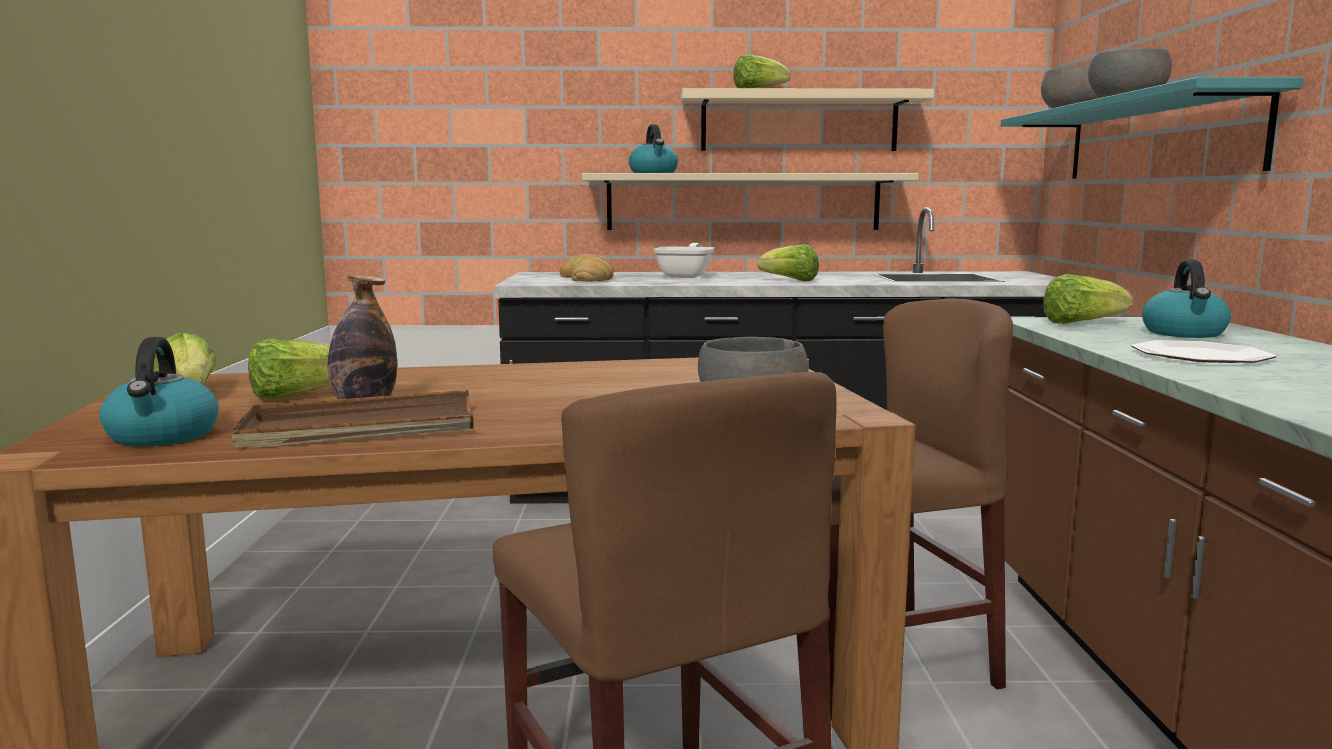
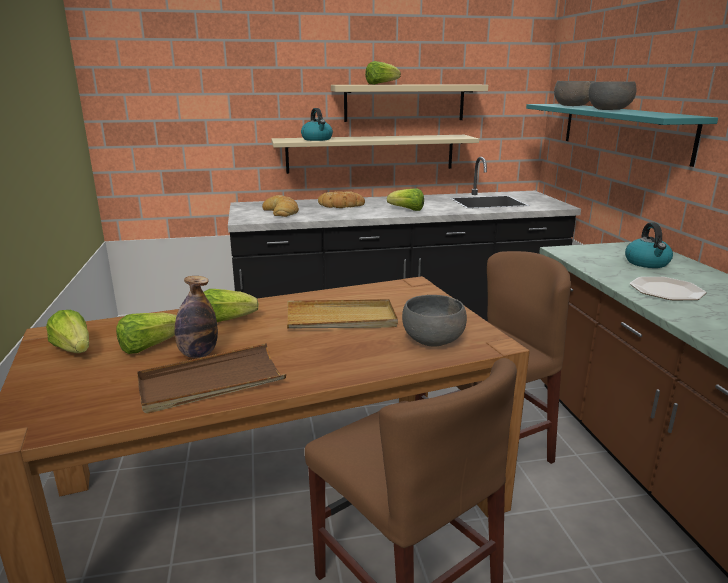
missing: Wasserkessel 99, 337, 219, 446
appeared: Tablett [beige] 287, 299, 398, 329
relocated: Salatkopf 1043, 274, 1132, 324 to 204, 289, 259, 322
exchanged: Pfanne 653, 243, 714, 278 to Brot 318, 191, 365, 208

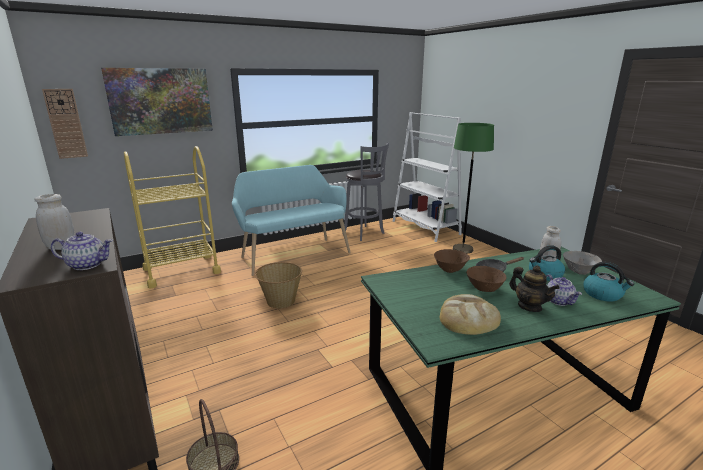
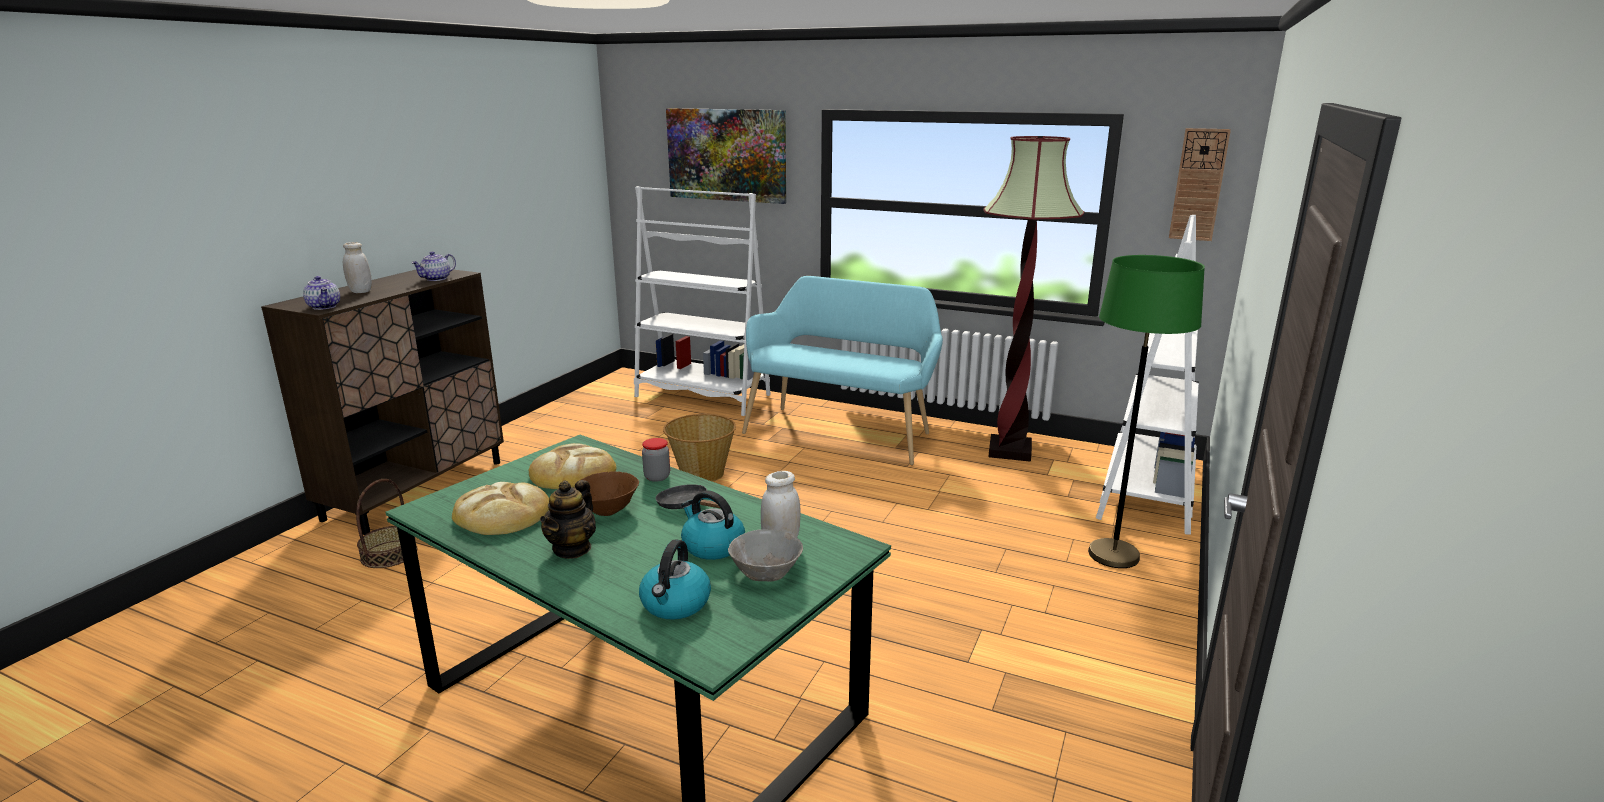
appeared: Brot 528, 443, 617, 489
relocated: Wanduhr 42, 89, 88, 159 to 1169, 128, 1231, 241; Teekanne 546, 274, 582, 306 to 412, 251, 456, 281
exchanged: Rollwagen [gelb] 124, 146, 221, 289 to Bücherregal [weiß] 634, 186, 771, 416; Hocker [grau] 342, 142, 389, 241 to Stehlampe 983, 136, 1084, 462; Schüssel [braun] 434, 249, 470, 273 to Vorratsglas 642, 438, 670, 482

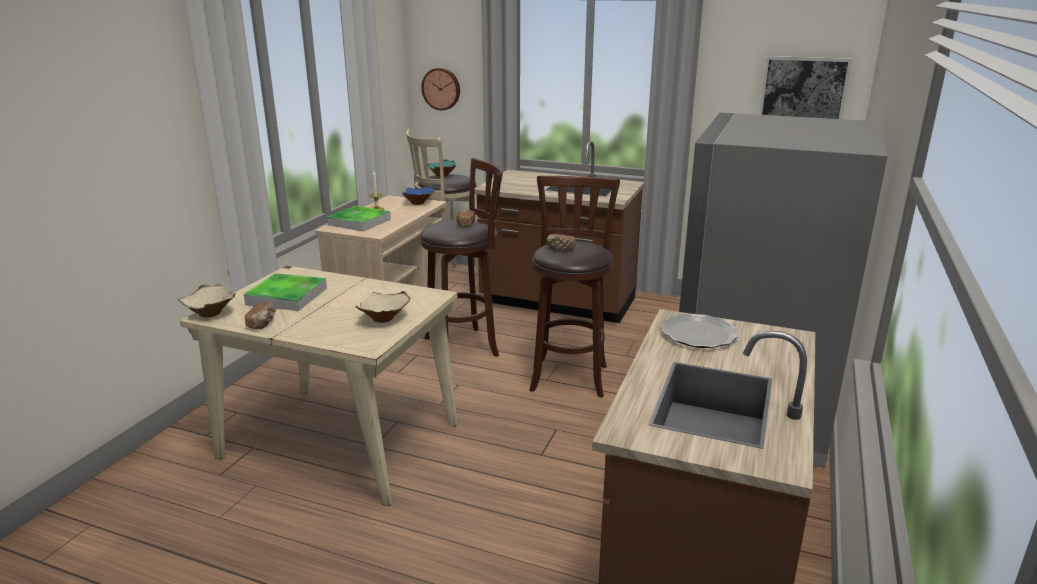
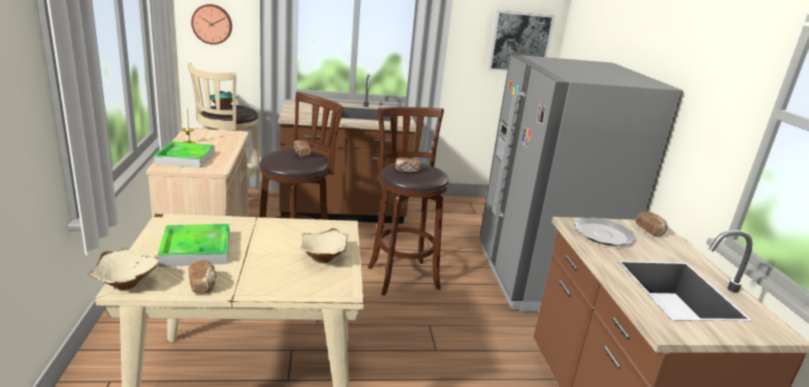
missing: Schüssel [blau] 402, 185, 435, 205
appeared: Brot 636, 211, 668, 236

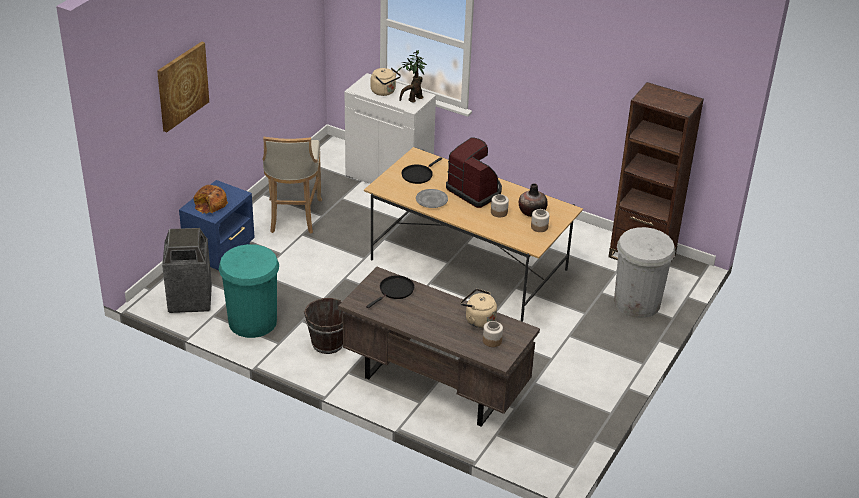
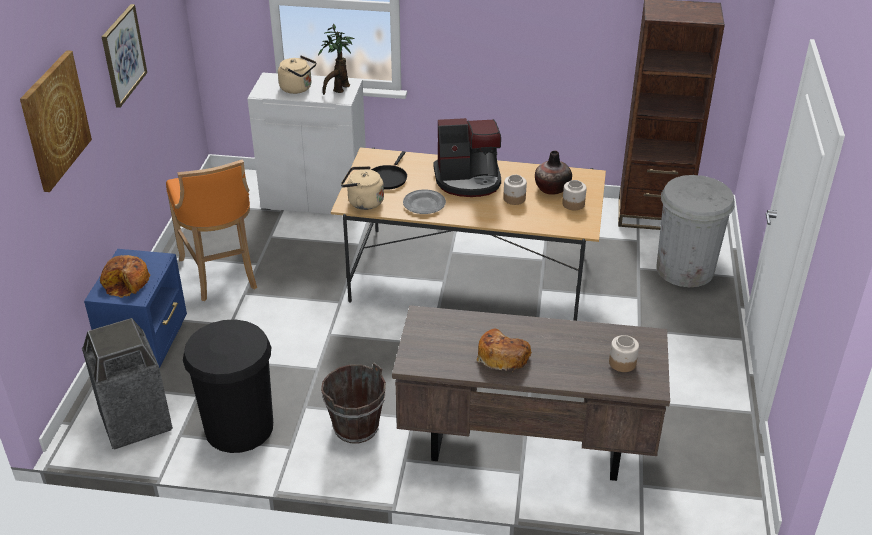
missing: Pfanne [schwarz] 366, 275, 415, 308
appeared: Bild 102, 4, 147, 108; Brot 476, 328, 532, 371
relocated: Wasserkessel [beige] 461, 289, 497, 328 to 341, 166, 384, 210
colour: Mülleimer [türkis] 219, 244, 279, 338 to Mülleimer [schwarz] 183, 320, 273, 453; Hocker [beige] 262, 137, 322, 234 to Hocker [orange] 166, 159, 257, 301
spun: Kaffeemaschine 446, 138, 502, 208 = 433, 118, 501, 197 150 degrees clockwise

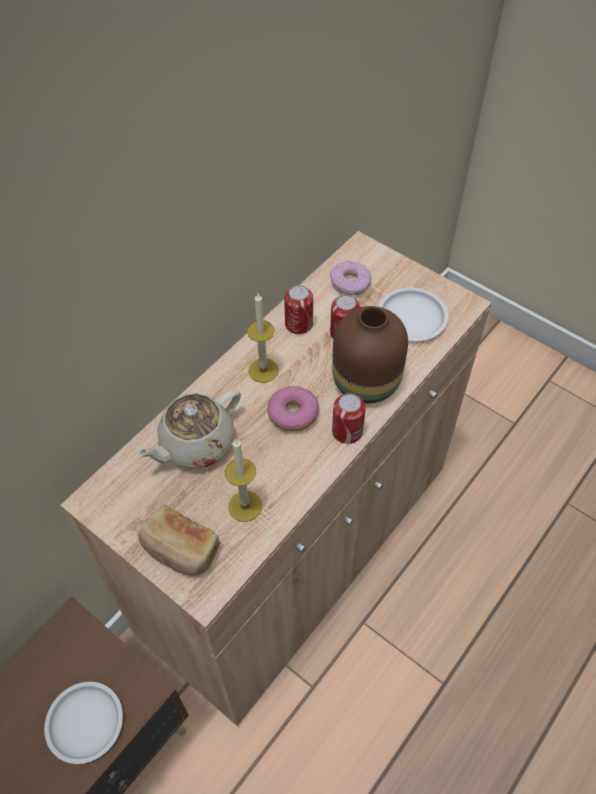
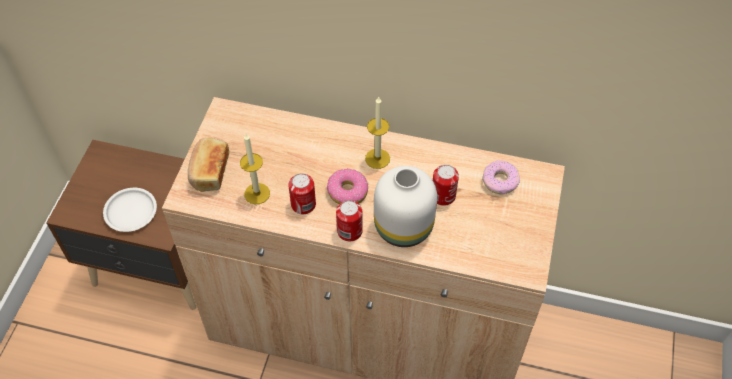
missing: Teekanne [beige] 136, 389, 241, 469; Teller [weiß] 378, 288, 448, 341
relocated: Dose 284, 285, 313, 334 to 288, 173, 316, 214
colour: Vase [braun] 332, 306, 408, 403 to Vase [weiß] 374, 166, 437, 247

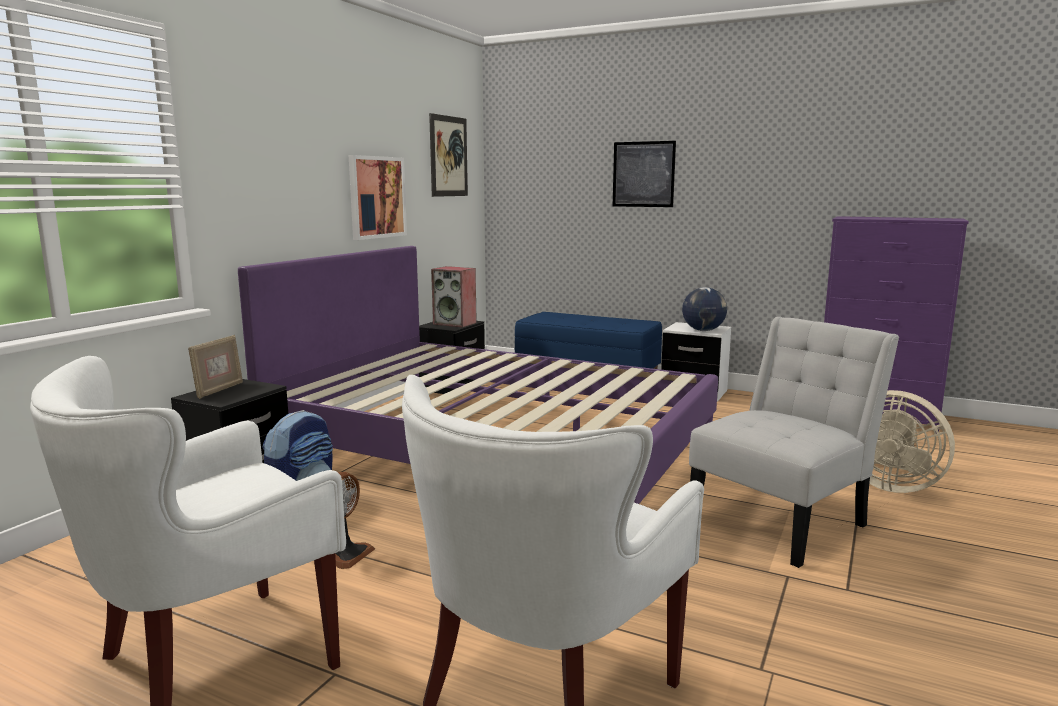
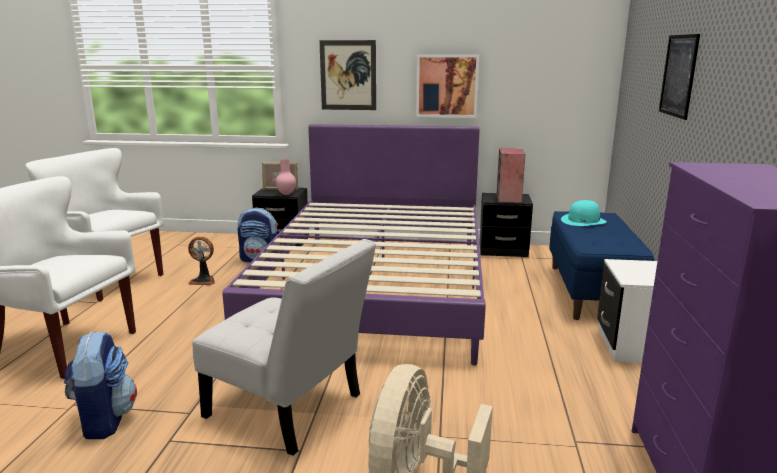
missing: Globus 682, 287, 727, 331
appeared: Rucksack 64, 332, 137, 439; Vase [rosa] 276, 159, 296, 195; Hut [türkis] 561, 200, 607, 226
relocated: Bild 429, 113, 468, 197 to 319, 40, 376, 110

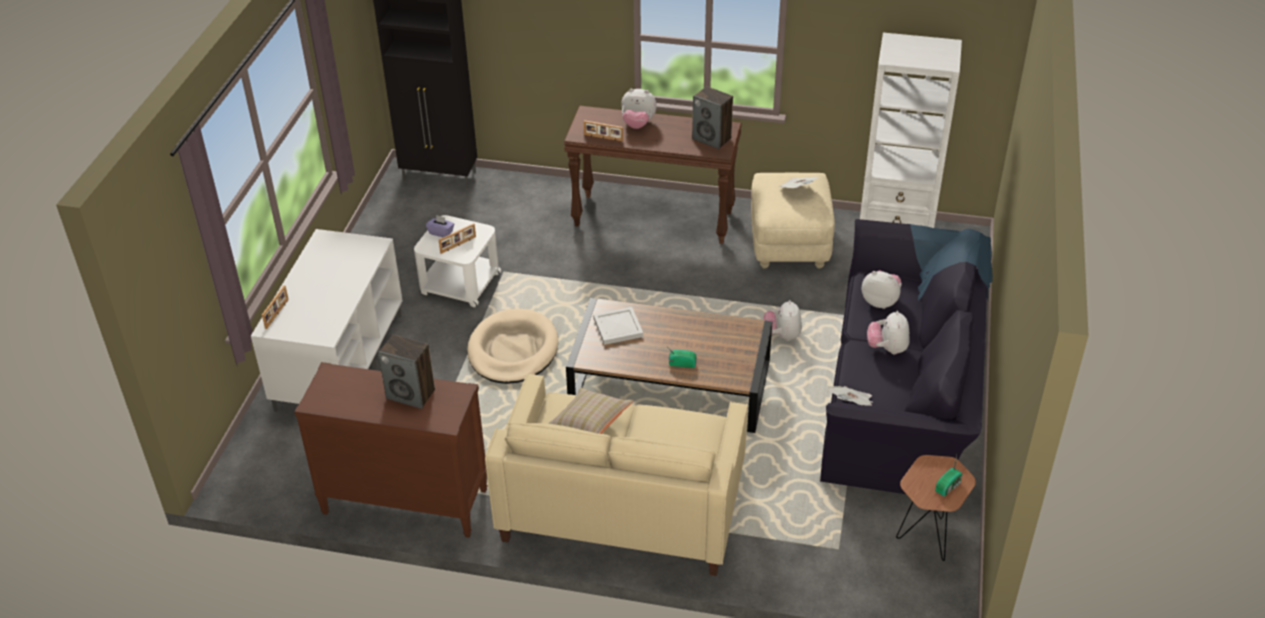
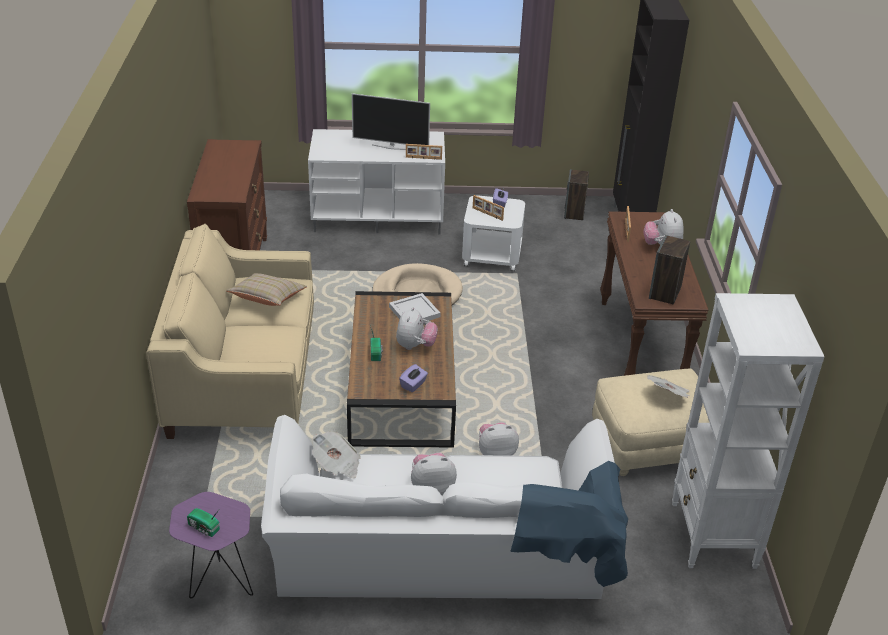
appeared: Fernseher 352, 93, 430, 150; Taschentuchbox [lila] 399, 364, 428, 392
relocated: Bilderrahmen 262, 285, 289, 329 to 406, 144, 442, 160; Lautsprecher 378, 334, 435, 409 to 564, 169, 589, 220; Plüschtier 862, 270, 902, 309 to 396, 307, 438, 350
colour: Sofa [schwarz] 820, 219, 993, 494 to Sofa [weiß] 261, 415, 628, 599; Beistelltisch [braun] 896, 455, 976, 561 to Beistelltisch [lila] 169, 492, 253, 599

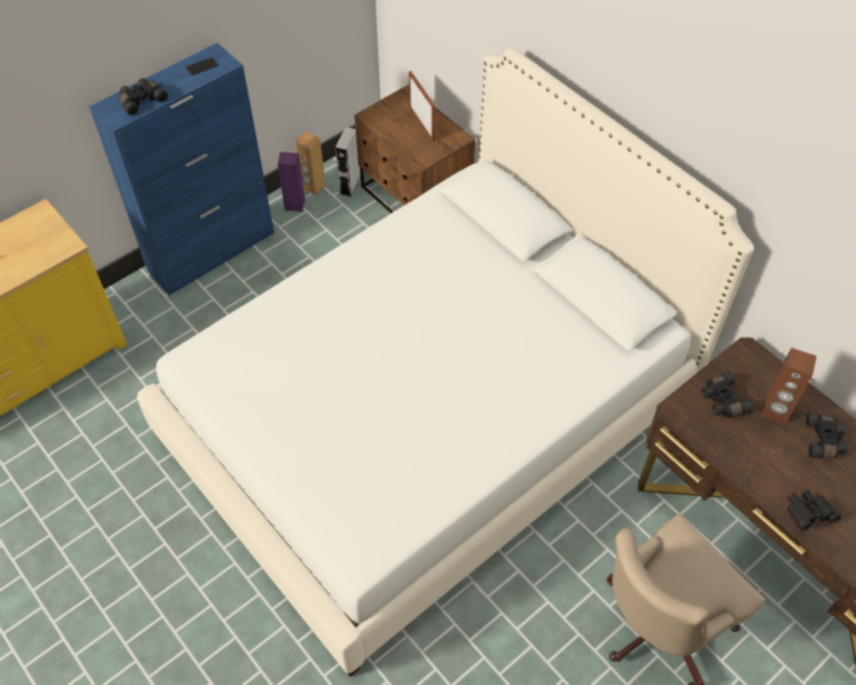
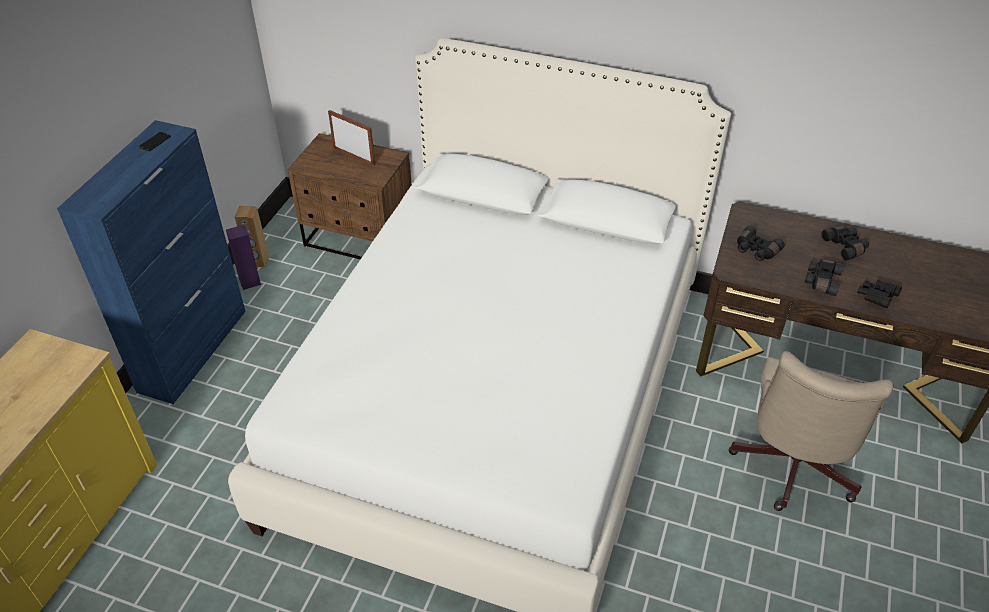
missing: Lautsprecher [grau] 335, 127, 361, 197; Lautsprecher [braun] 760, 348, 817, 424
relocated: Fernglas [schwarz] 119, 78, 168, 116 to 805, 259, 844, 296

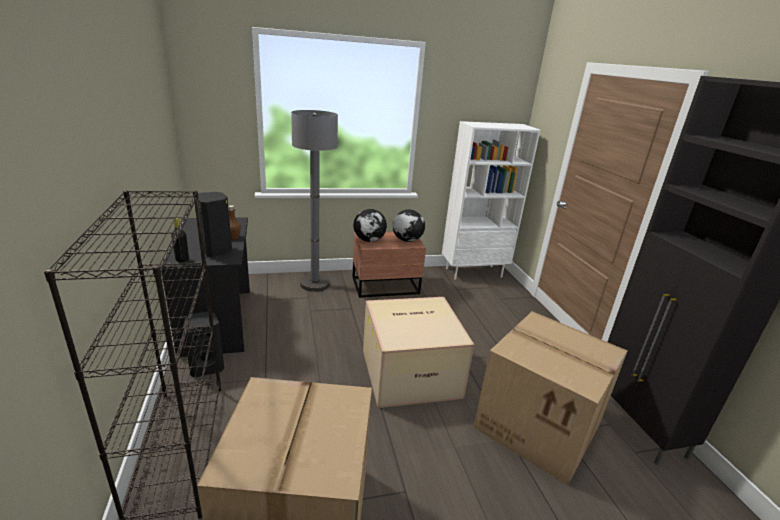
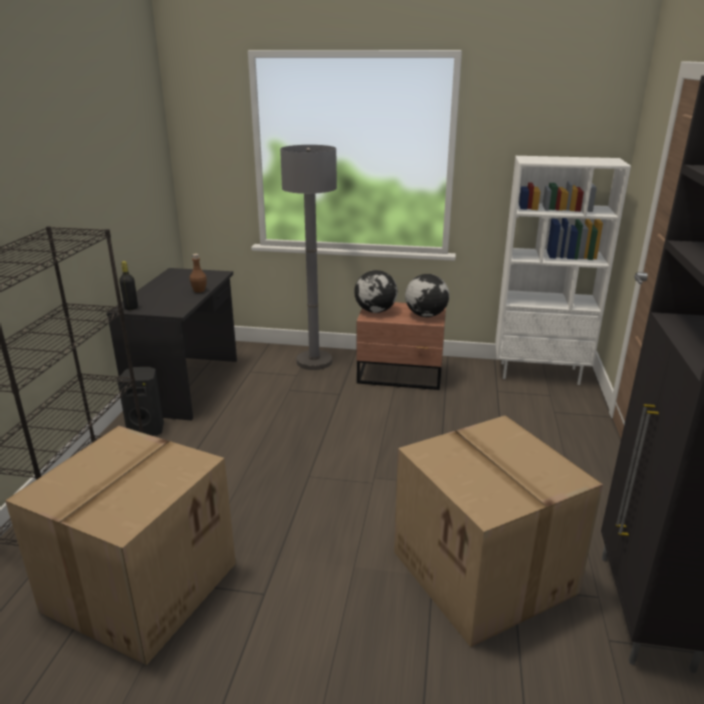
missing: Lautsprecher [schwarz] 195, 192, 232, 257; Karton 363, 297, 474, 408

